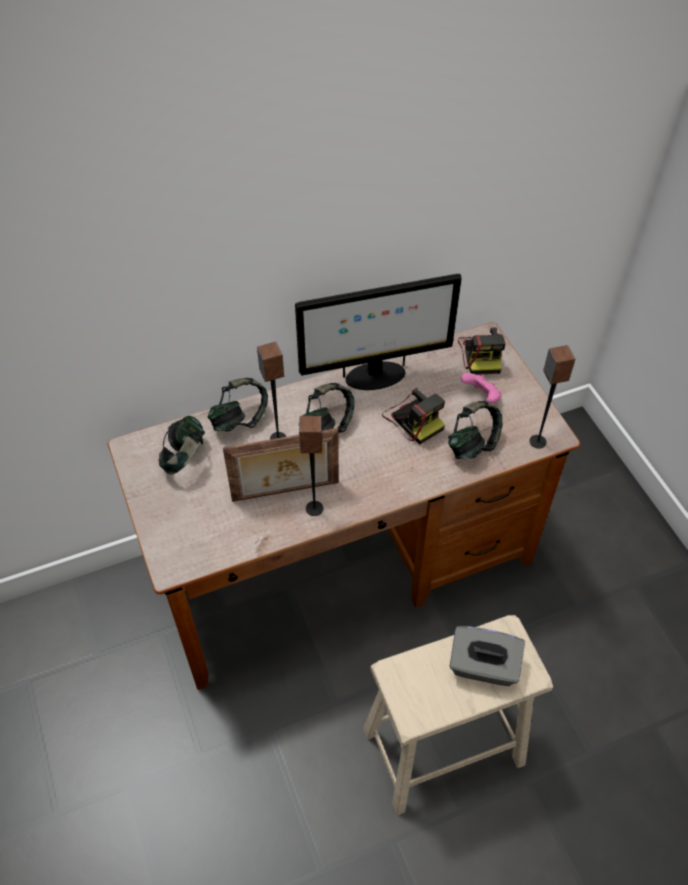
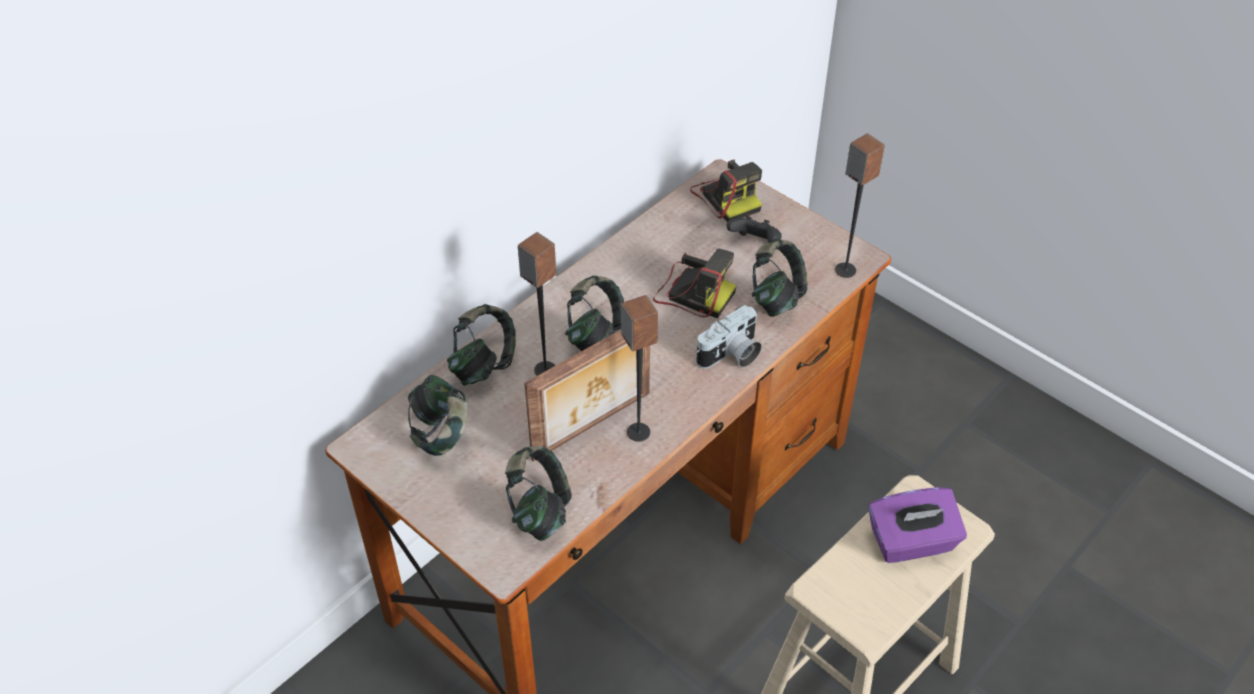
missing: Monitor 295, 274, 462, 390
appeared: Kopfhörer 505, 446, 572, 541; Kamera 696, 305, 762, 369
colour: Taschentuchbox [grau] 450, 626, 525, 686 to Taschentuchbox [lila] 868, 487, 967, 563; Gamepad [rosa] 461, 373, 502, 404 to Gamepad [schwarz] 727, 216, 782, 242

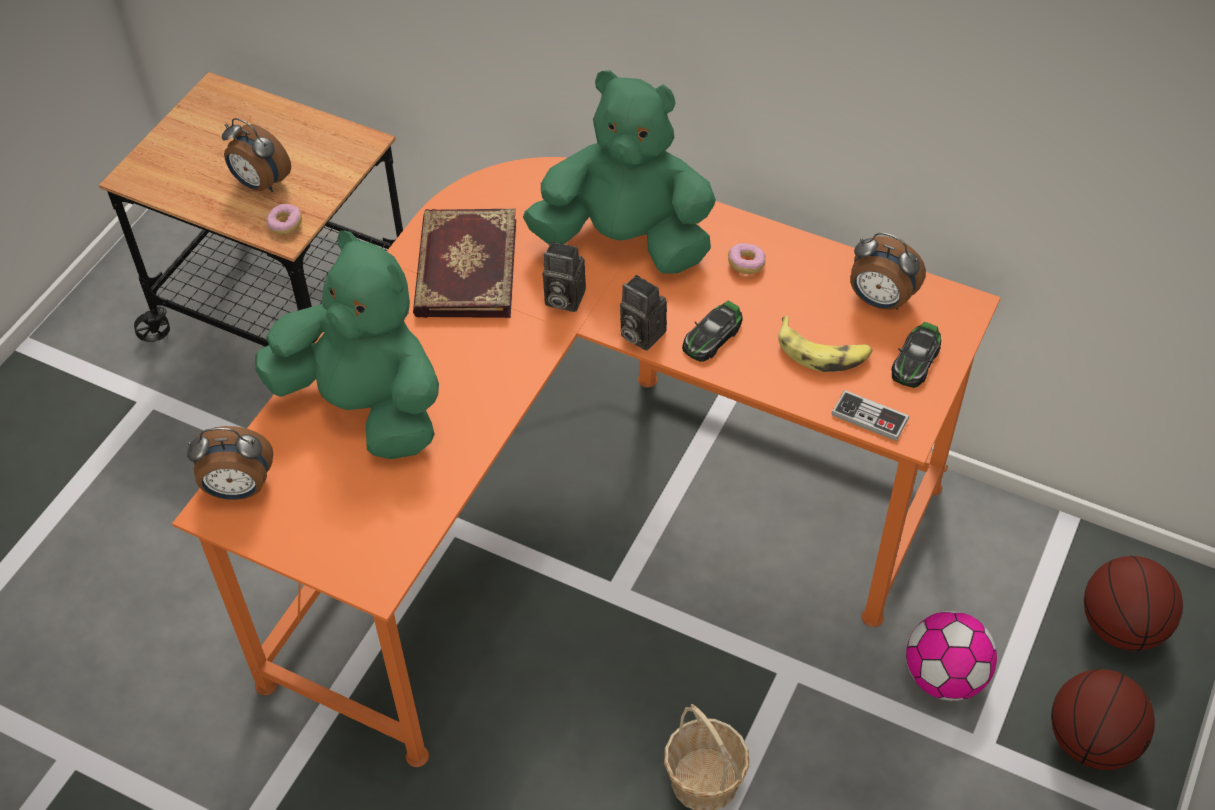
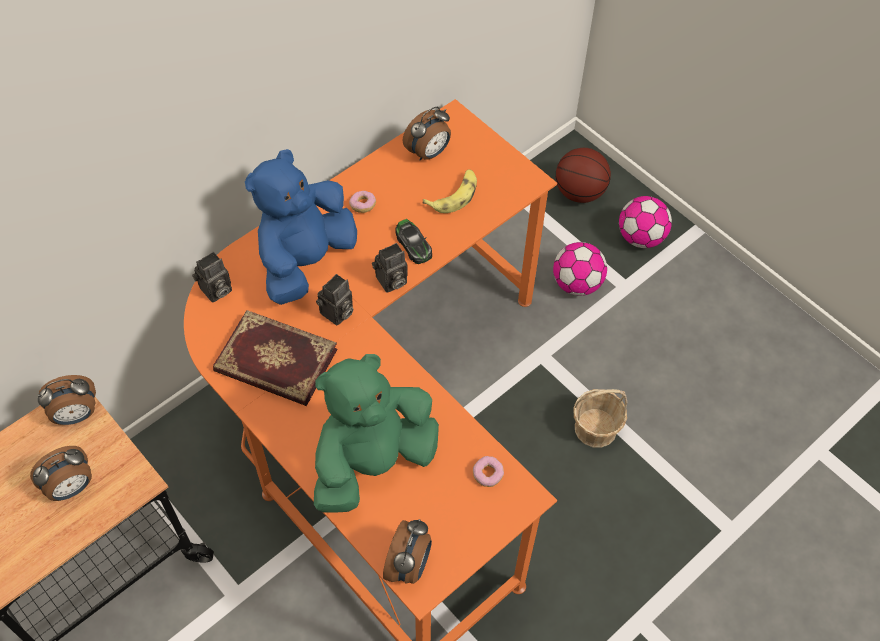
missing: Gamepad 831, 390, 909, 441; Spielzeugauto 891, 322, 941, 388
appeared: Wecker 38, 375, 96, 425; Kamera 192, 252, 232, 303
relocated: Donut 267, 204, 302, 235 to 473, 456, 504, 487
exchanged: Basketball 1051, 669, 1155, 770 to Fußball 619, 196, 672, 248
colour: Plüschtier [grün] 523, 70, 716, 274 to Plüschtier [blau] 245, 149, 357, 305

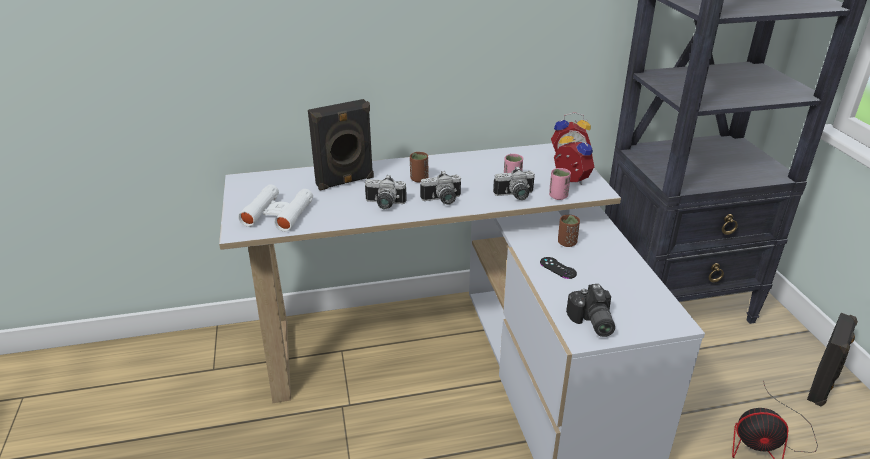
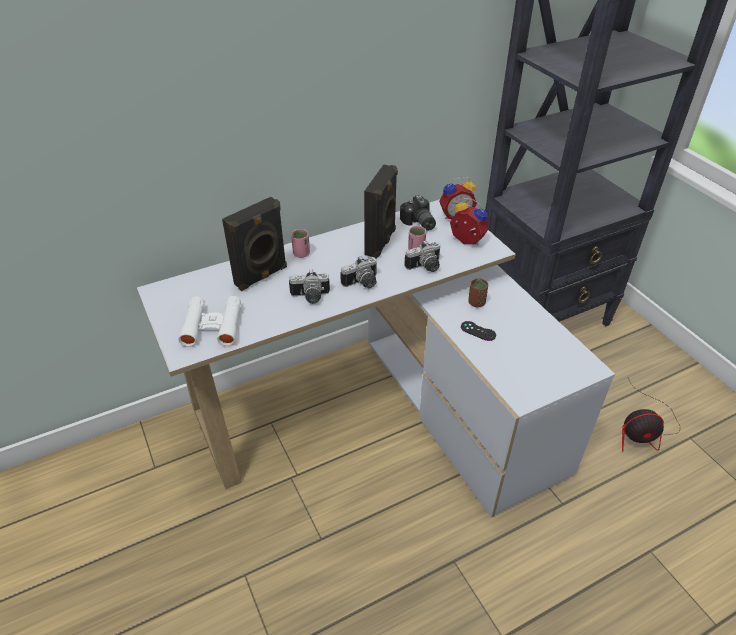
missing: Tasse [braun] 410, 152, 428, 182
relocated: Tasse [rosa] 549, 168, 571, 200 to 291, 229, 310, 258; Kamera 566, 284, 615, 337 to 400, 195, 436, 231; Lautsprecher [schwarz] 807, 313, 858, 406 to 364, 164, 398, 259

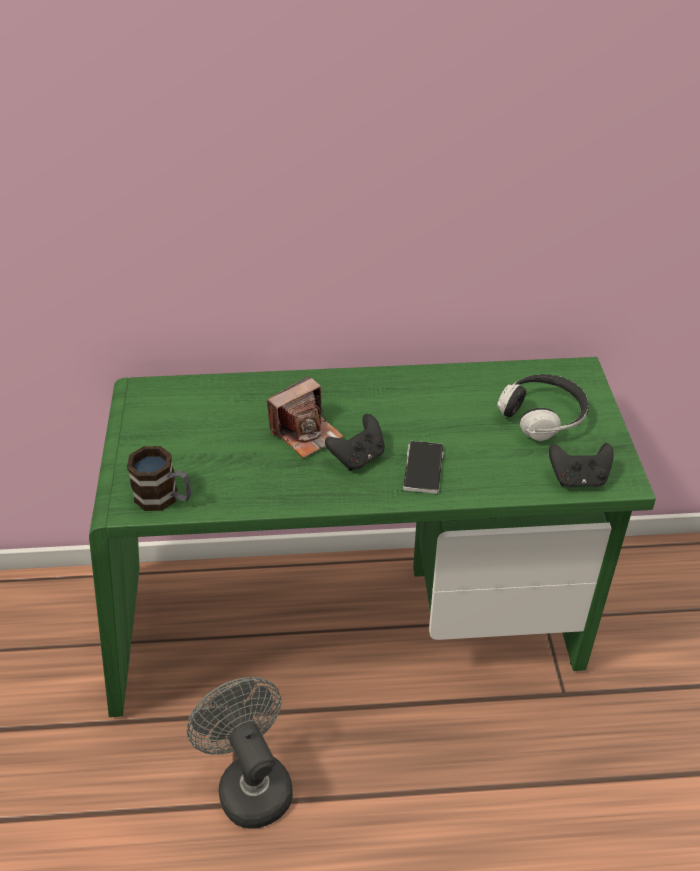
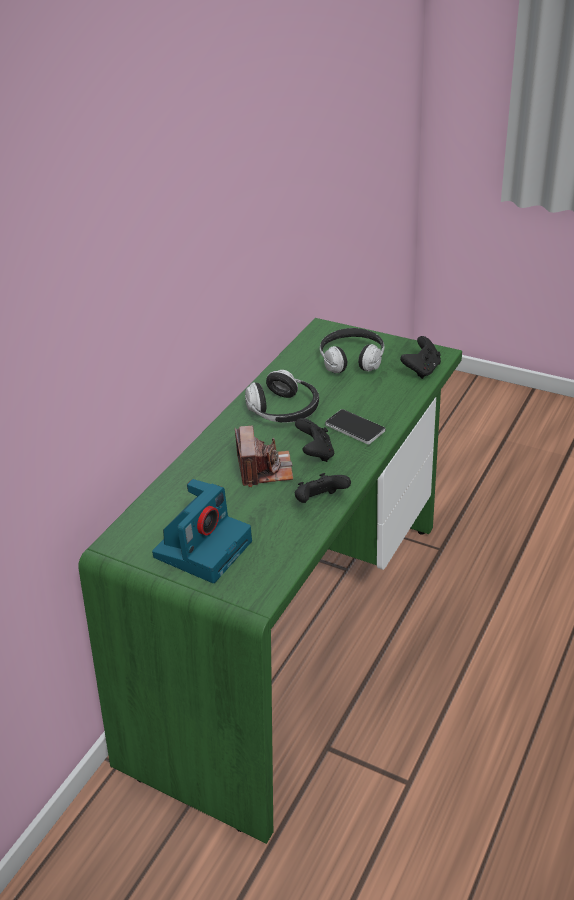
missing: Henkelbecher 127, 446, 191, 511; Ventilator [grau] 187, 677, 293, 829
appeared: Kamera 152, 479, 252, 583; Kopfhörer 245, 370, 319, 423; Gamepad [schwarz] 295, 473, 351, 503

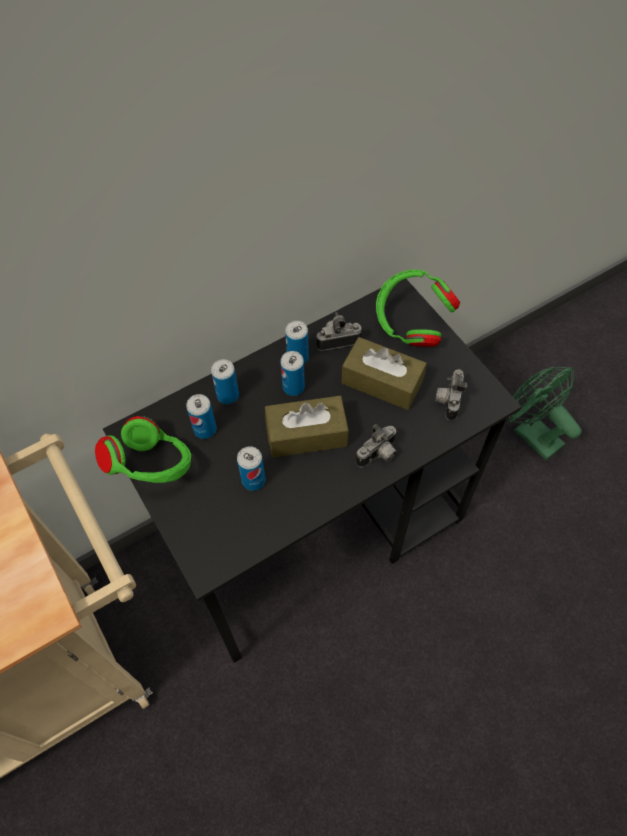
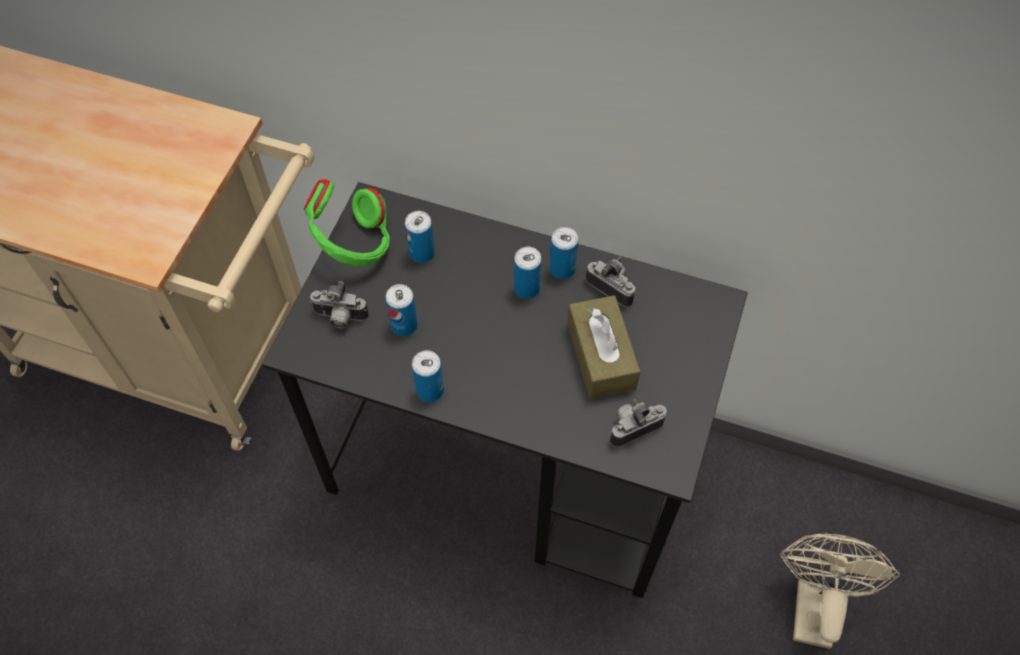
missing: Taschentuchbox [braun] 265, 396, 349, 457; Kopfhörer [grün] 376, 269, 460, 347
relocated: Dose 211, 359, 239, 404 to 412, 350, 444, 402; Kamera 356, 424, 397, 468 to 310, 281, 369, 329
colour: Ventilator [grün] 509, 366, 582, 460 to Ventilator [beige] 780, 534, 900, 649

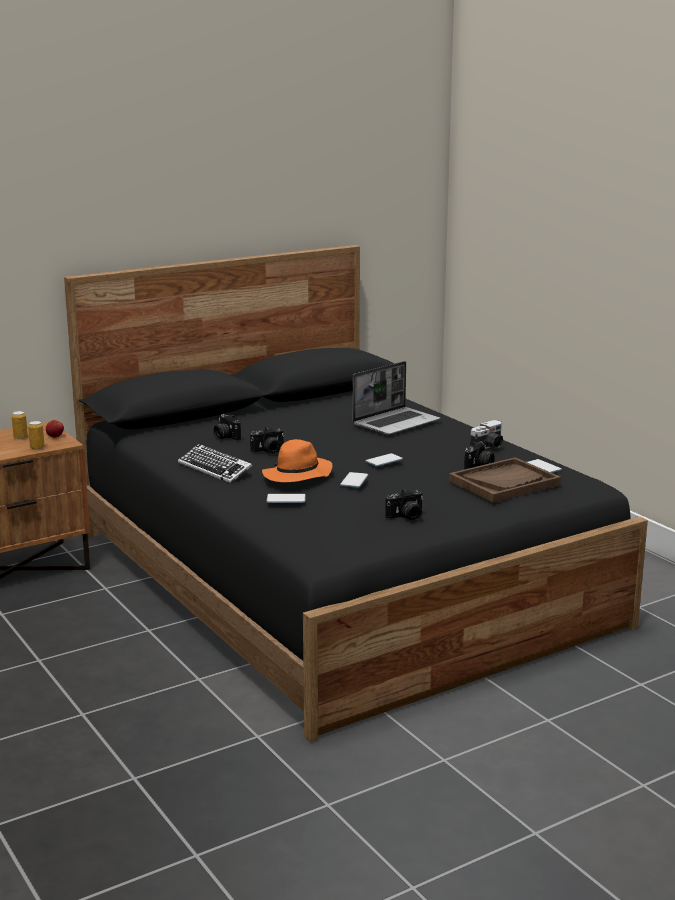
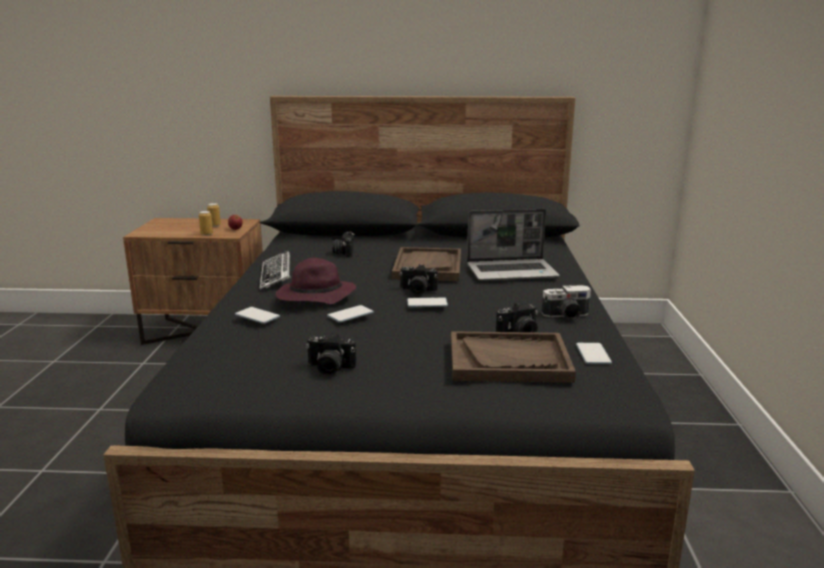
appeared: Tablett [braun] 392, 247, 461, 281
relocated: Kamera 250, 427, 284, 454 to 400, 264, 438, 295
colour: Hut [orange] 262, 439, 332, 482 to Hut [lila] 276, 258, 356, 304

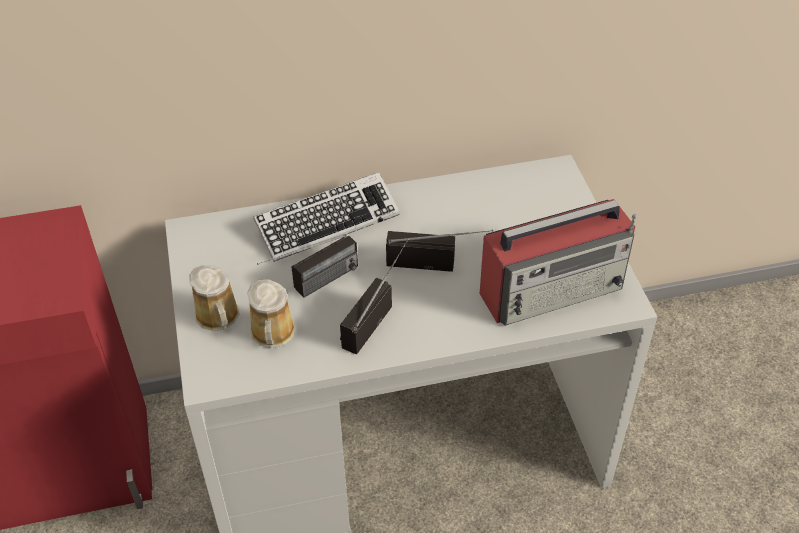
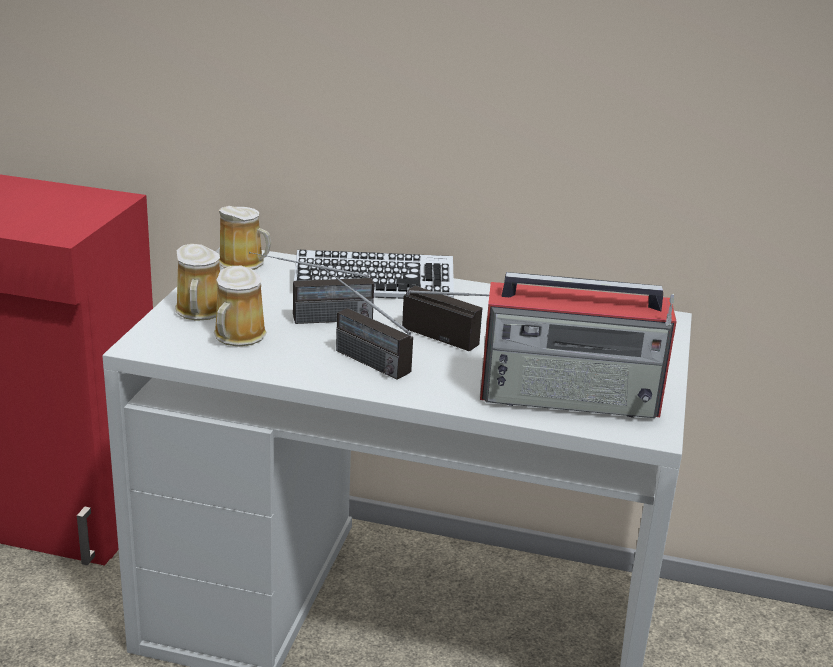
appeared: Henkelbecher 219, 206, 271, 270
spun: Radio 340, 239, 409, 354 = 317, 263, 413, 380 105 degrees counterclockwise

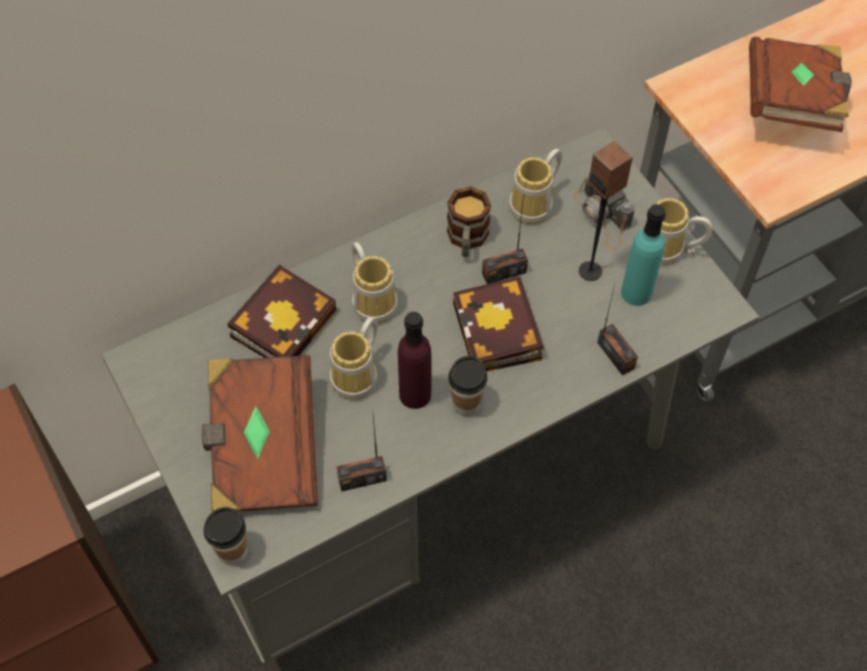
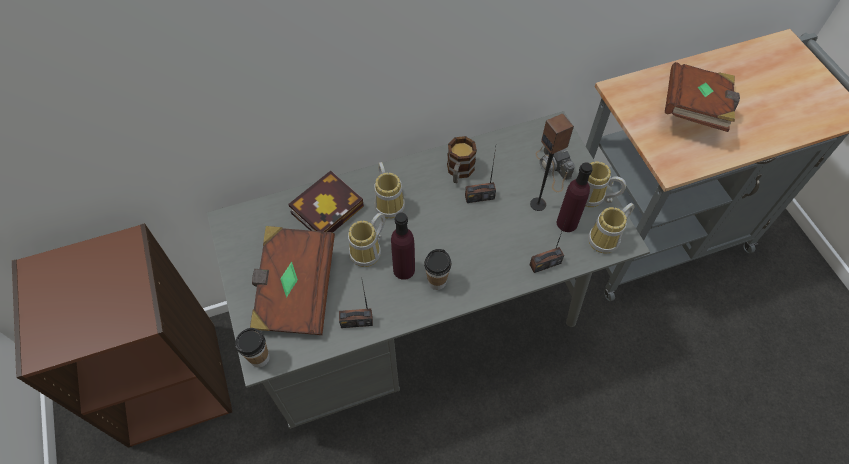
missing: Buch 453, 276, 543, 372
relocated: Henkelbecher 509, 148, 562, 224 to 588, 203, 635, 254
colour: Flasche [türkis] 621, 204, 666, 306 to Flasche [lila] 557, 162, 593, 232
spun: Radio 597, 284, 638, 375 = 530, 217, 567, 273 90 degrees clockwise

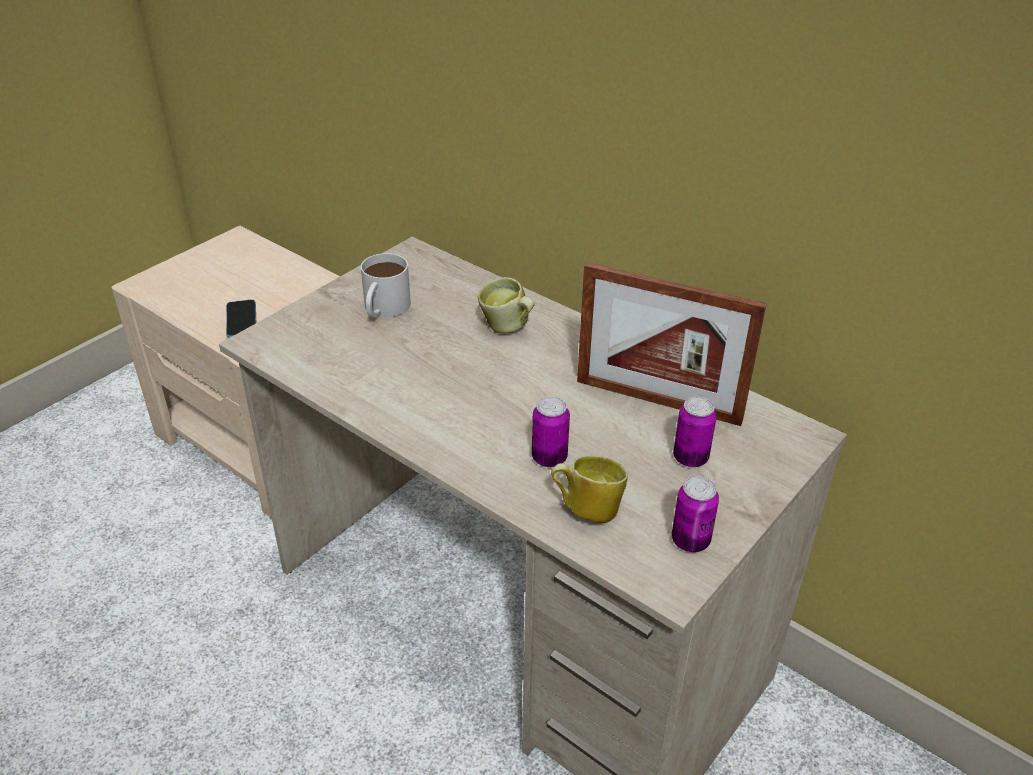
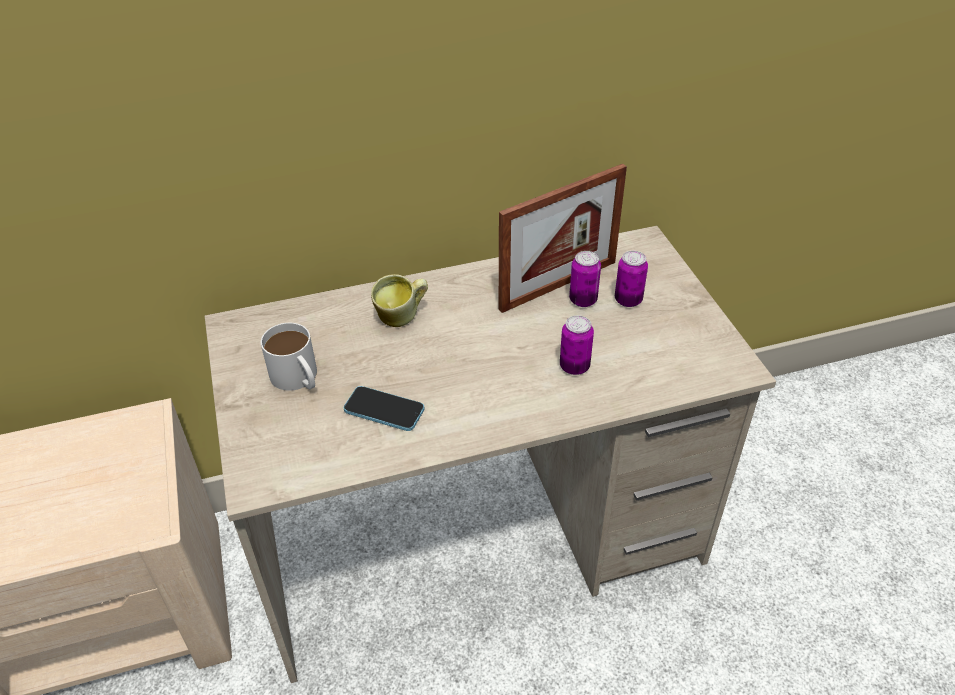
missing: Henkelbecher 551, 456, 628, 523
relocated: Handy 226, 299, 257, 338 to 344, 386, 425, 431; Dose 672, 476, 719, 552 to 569, 251, 601, 307

